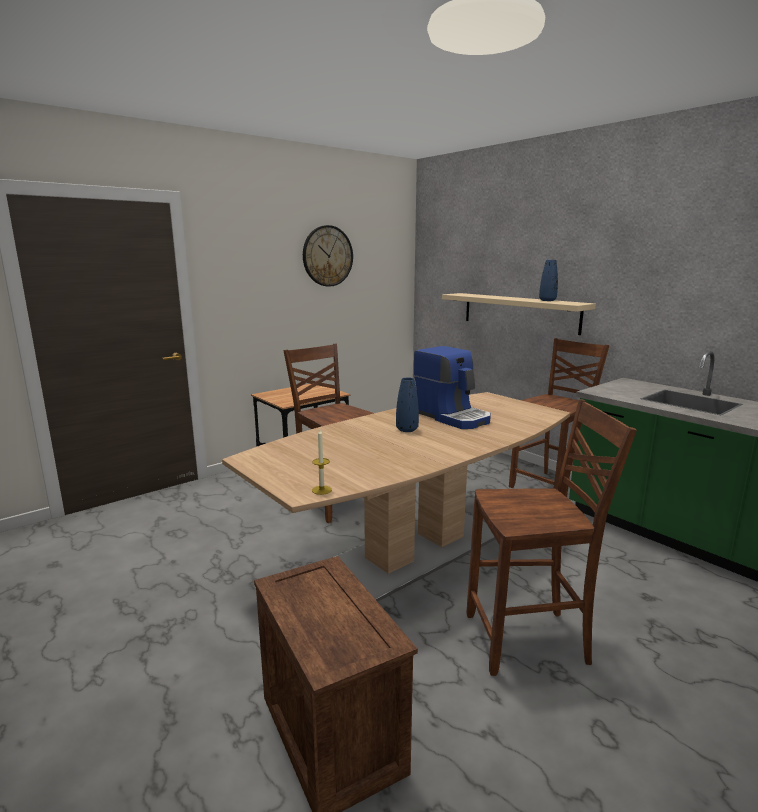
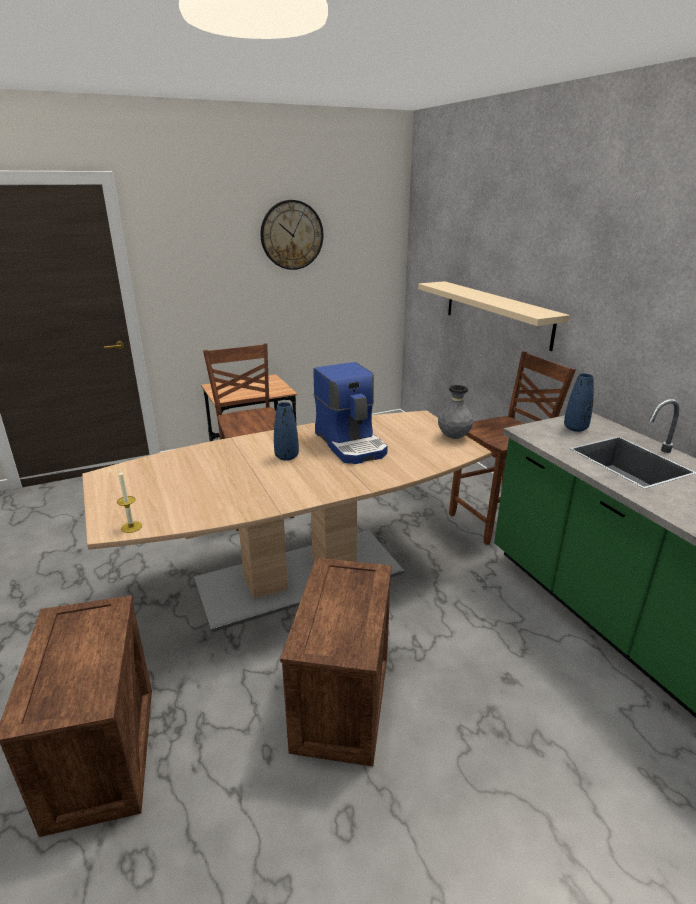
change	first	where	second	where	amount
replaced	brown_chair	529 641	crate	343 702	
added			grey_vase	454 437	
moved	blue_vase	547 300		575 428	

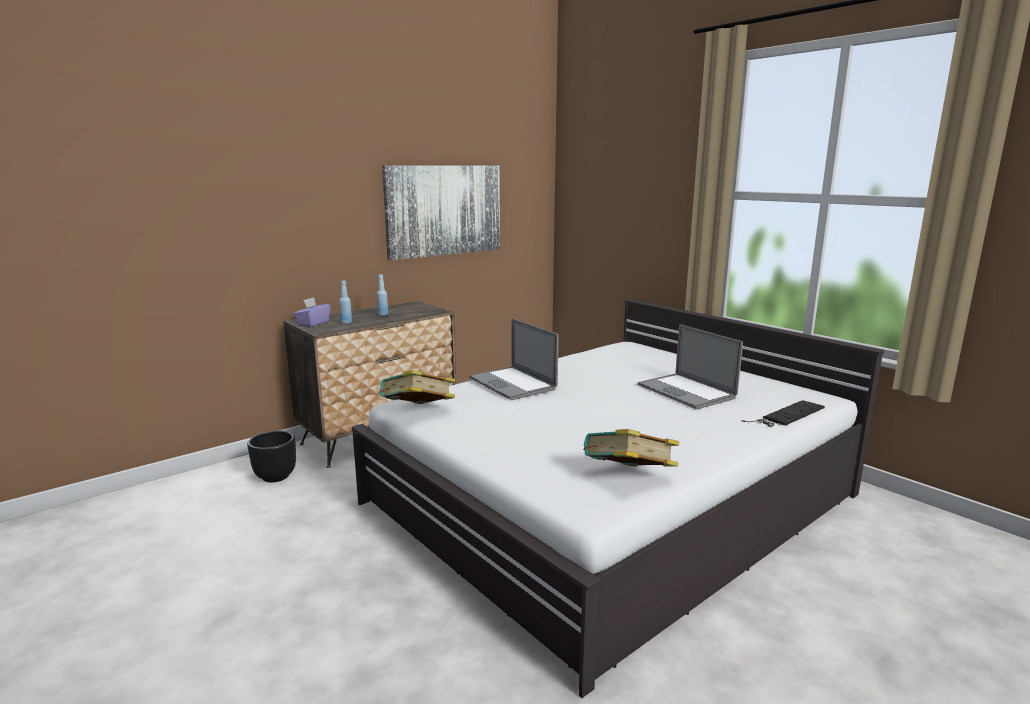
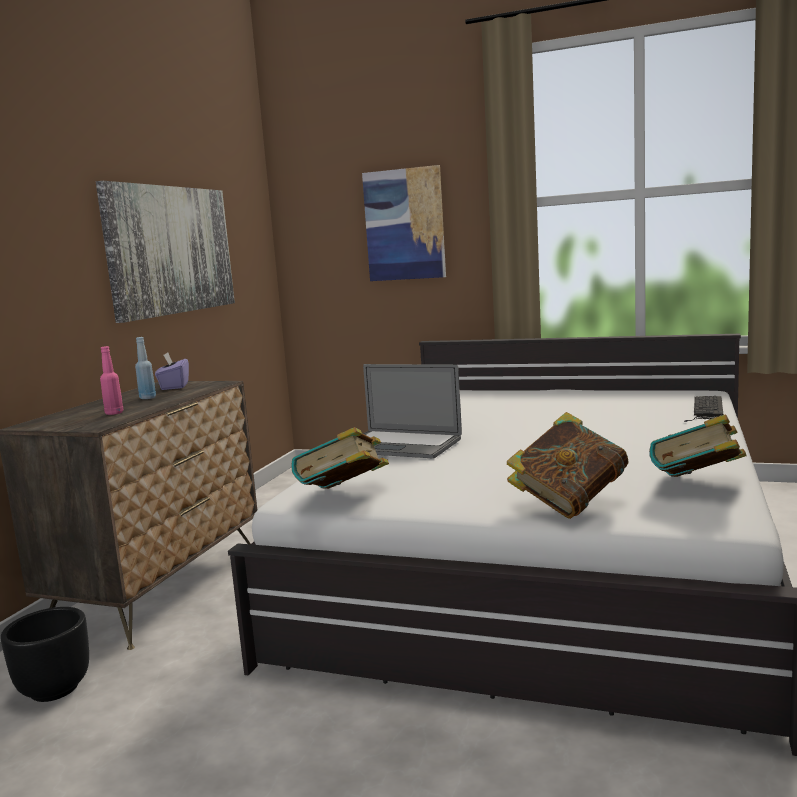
change	first	where	second	where	amount
recoloured	blue_bottle	346 323	pink_bottle	114 413	
moved	purple_tissue_box	313 323		174 386	
added			picture	404 224	
added			book	568 503	
removed	laptop	686 391			

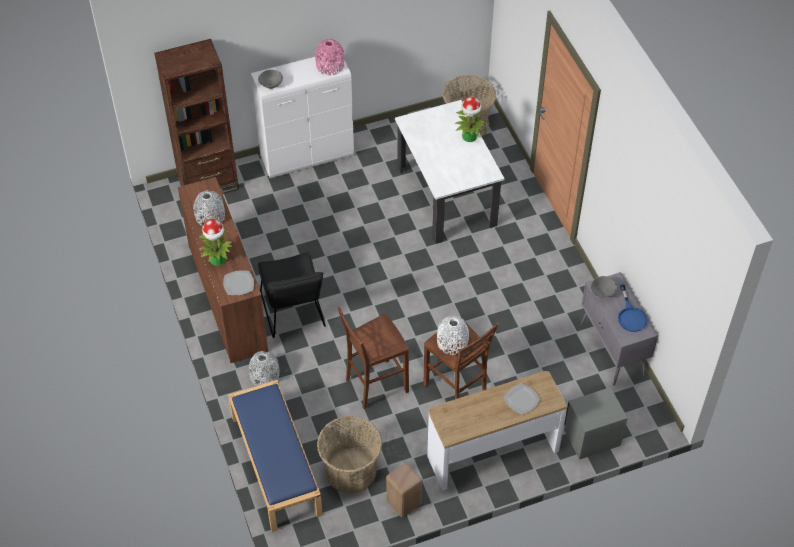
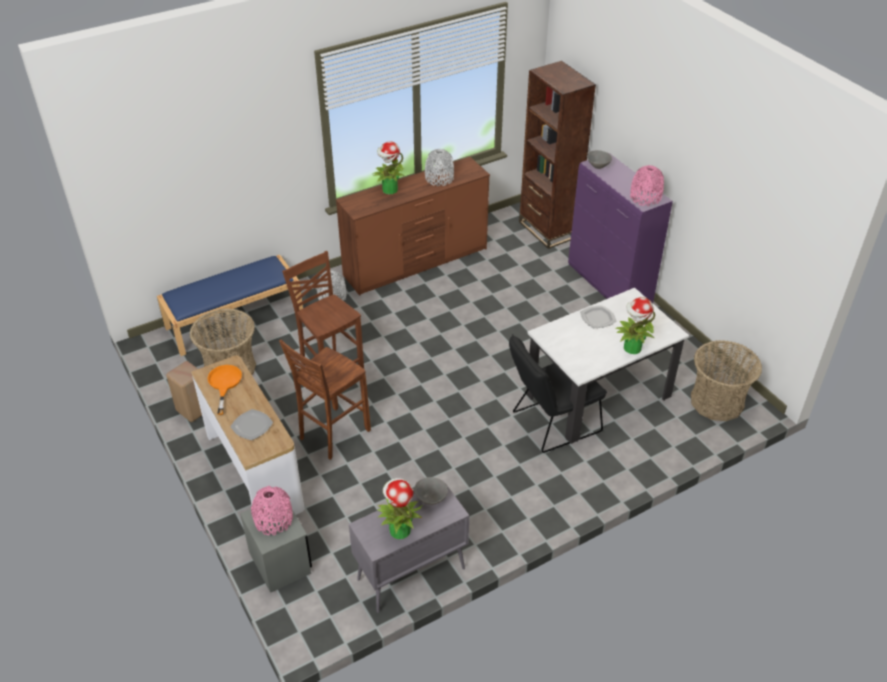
change	first	where	second	where	amount
added			orange_frying_pan	224 384	
added			pink_vase	273 520	
replaced	blue_frying_pan	630 315	potted_plant	399 530	
moved	black_chair	293 314		551 423	
recoloured	white_cabinet	308 157	purple_cabinet	609 286	
moved	plate	239 283		598 318	
removed	white_vase	452 342			

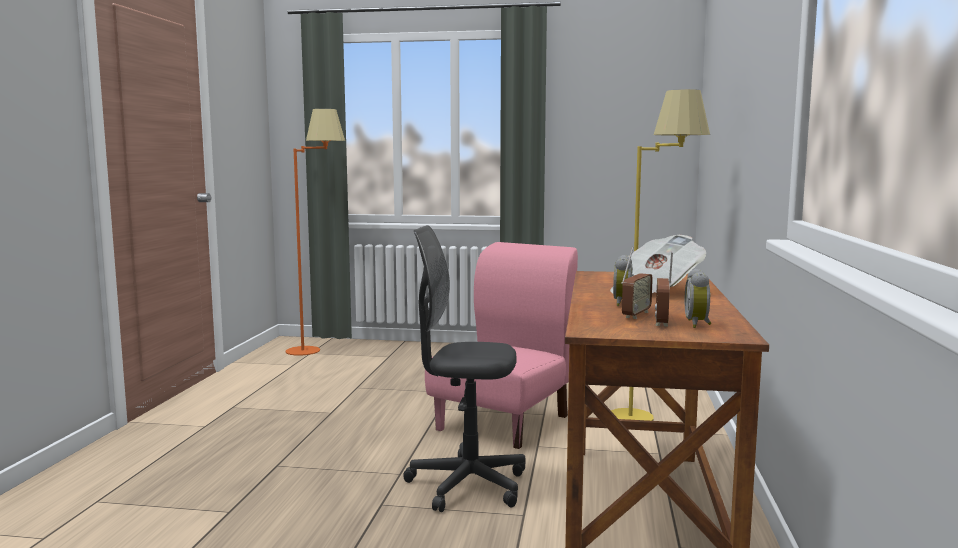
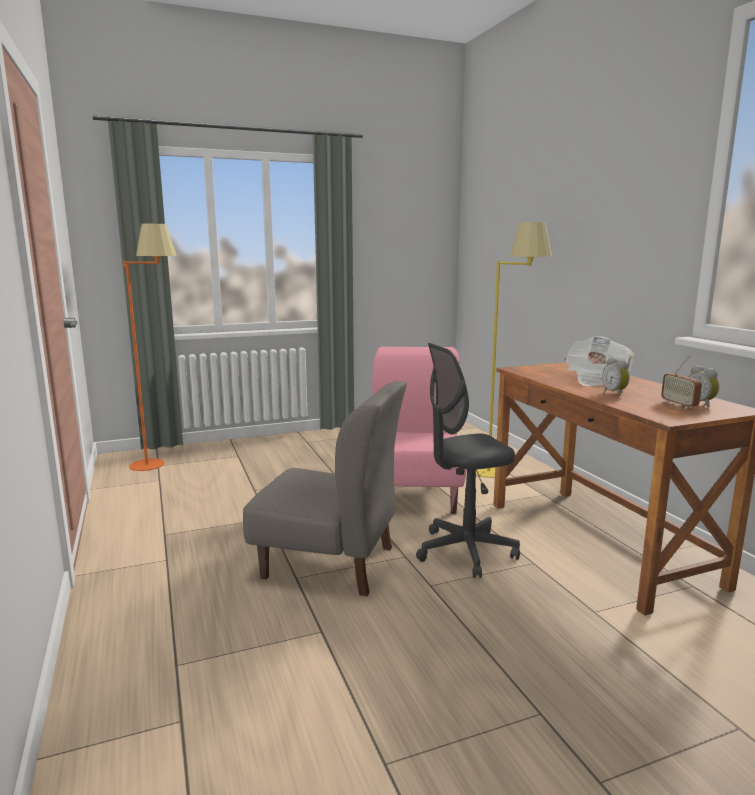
change	first	where	second	where	amount
added			grey_chair	330 562	
removed	radio	636 315			

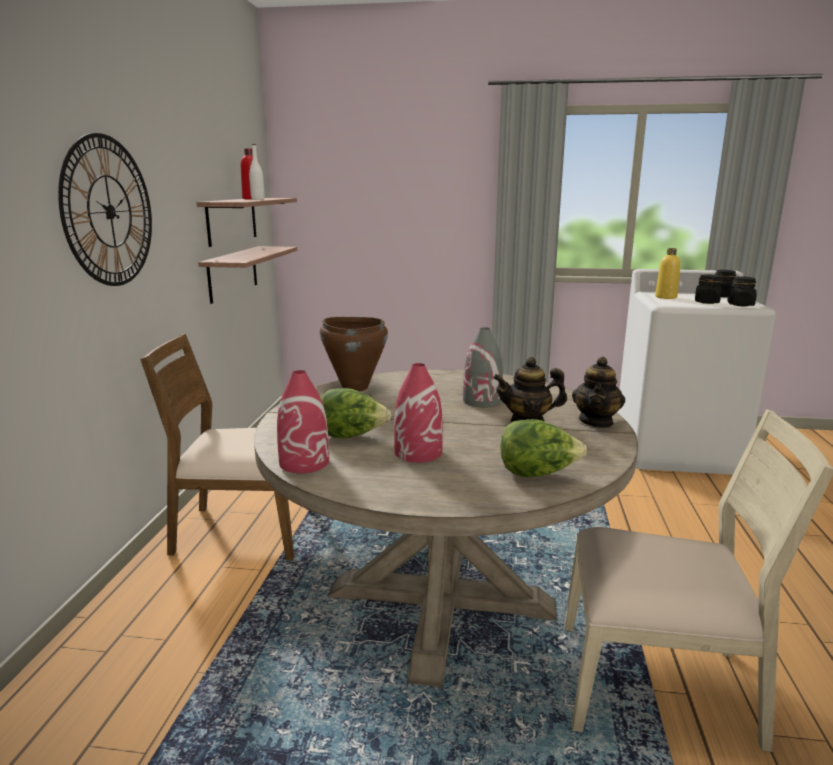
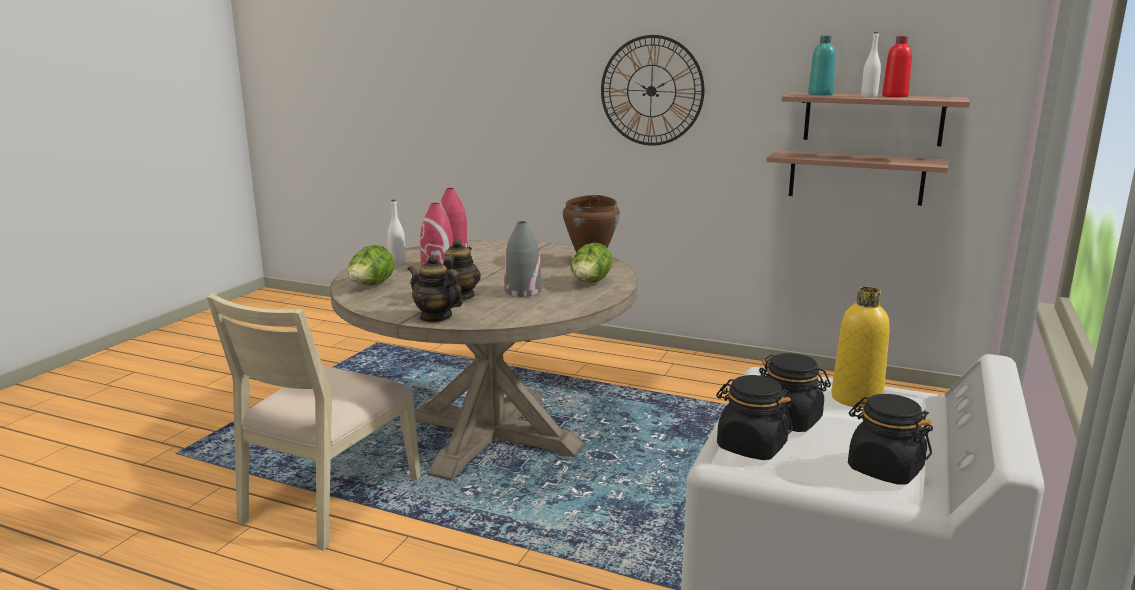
change	first	where	second	where	amount
added			white_bottle	397 262	
moved	lettuce	352 436		590 283	
added			turquoise_bottle	820 94	
removed	brown_chair	243 531			

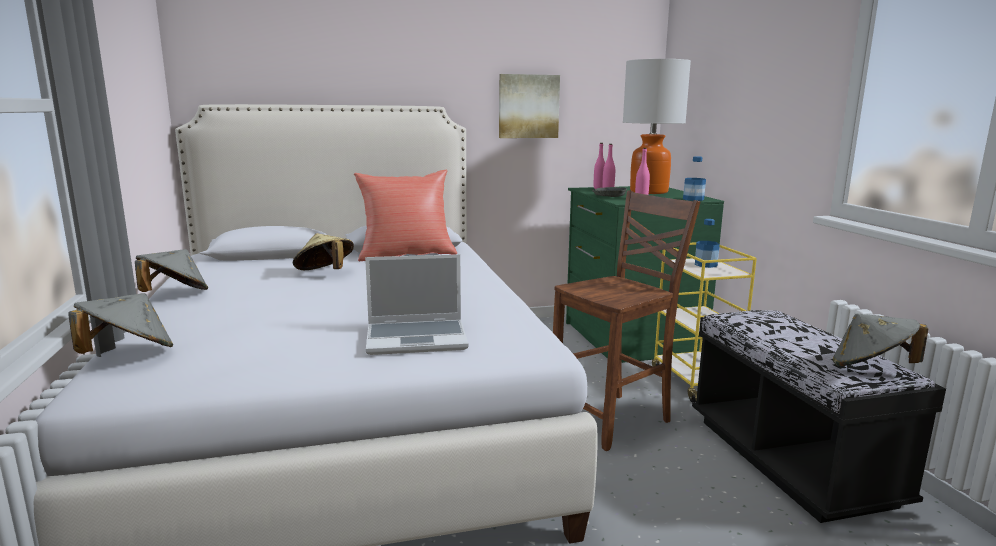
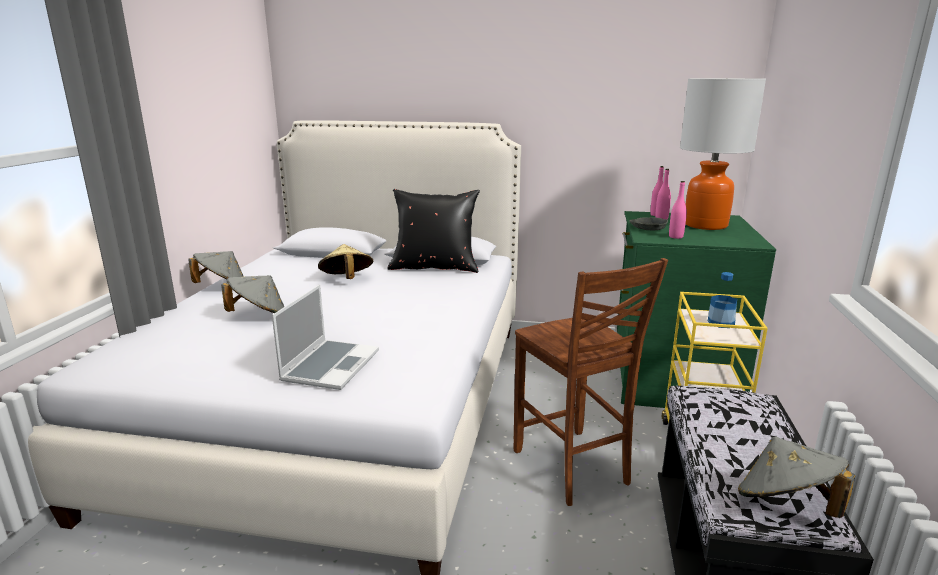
change	first	where	second	where	amount
moved	grey_hat	128 354		258 315	
turned	laptop	418 338		330 365	90 degrees counterclockwise
recoloured	red_pillow	406 255	black_pillow	434 267	
turned	brown_chair	614 420		572 468	75 degrees clockwise
removed	picture	528 106			
removed	bottle	693 199			

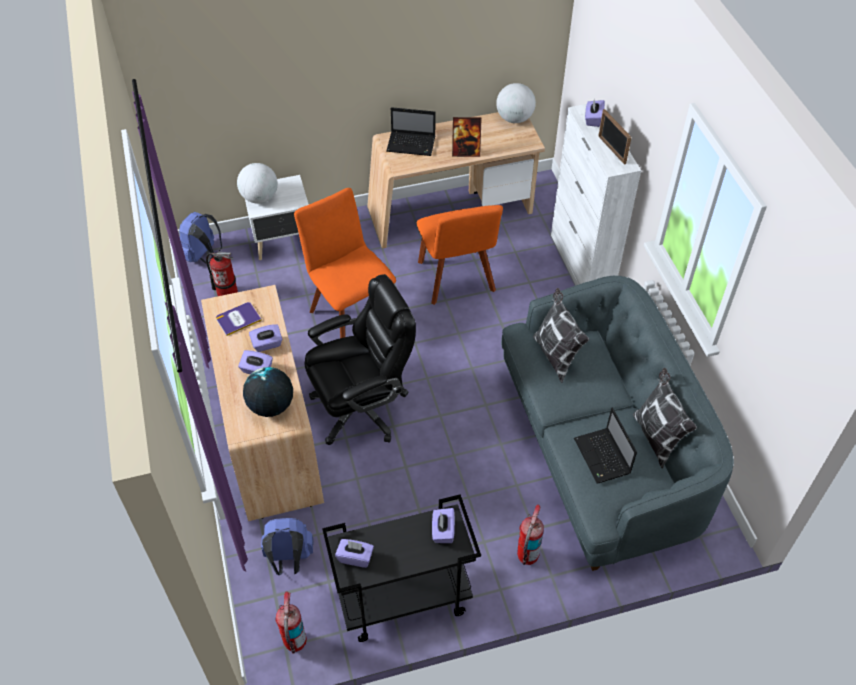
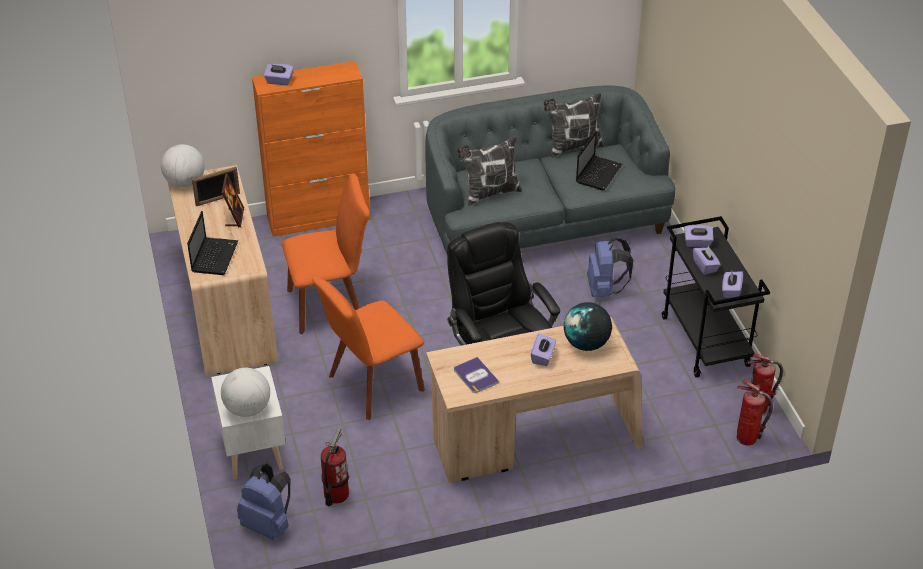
change	first	where	second	where	amount
moved	picture_frame	611 150		218 199	
recoloured	white_cabinet	581 265	orange_cabinet	319 218	
turned	laptop	603 457		598 173	45 degrees counterclockwise
moved	blue_backpack	289 559		605 289	
moved	purple_tissue_box	267 344		705 266	
moved	fire_extinguisher	527 555		747 438	

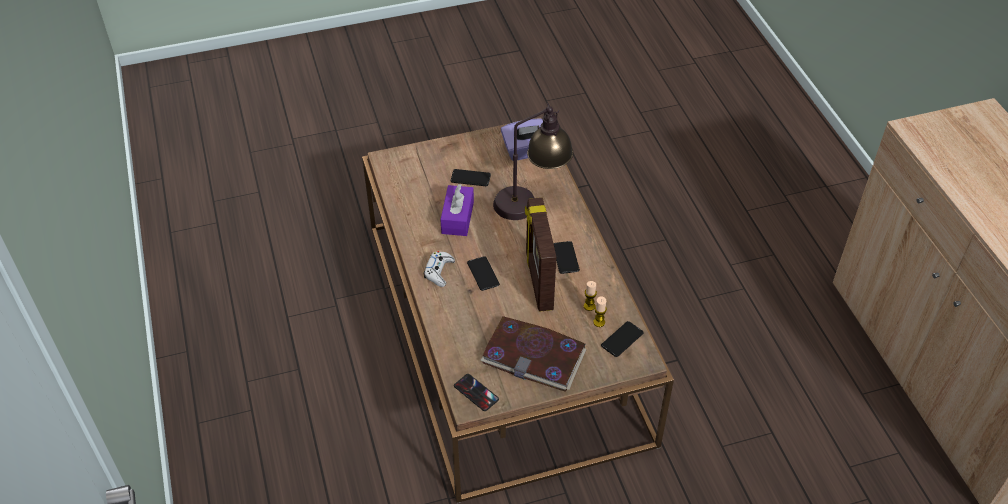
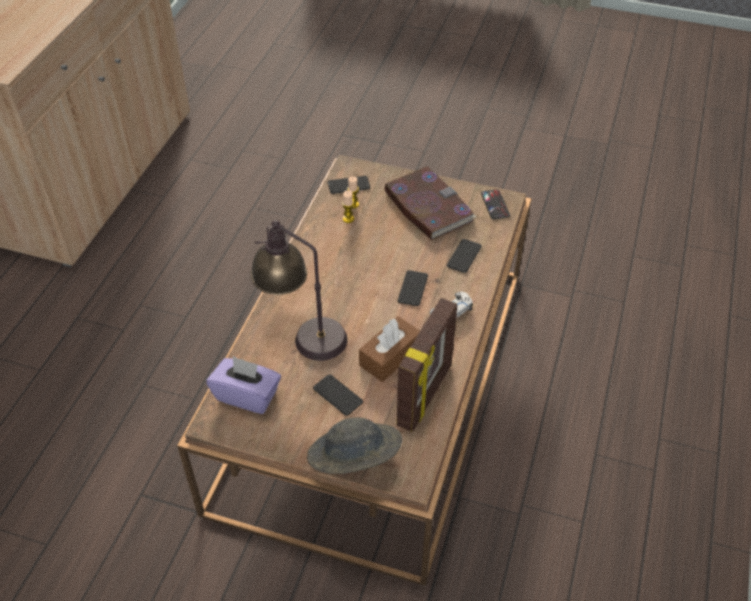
change	first	where	second	where	amount
added			grey_hat	354 460	
recoloured	purple_tissue_box	457 217	brown_tissue_box	390 356	
moved	picture_frame	538 281		426 395	
moved	phone	565 258		464 256	

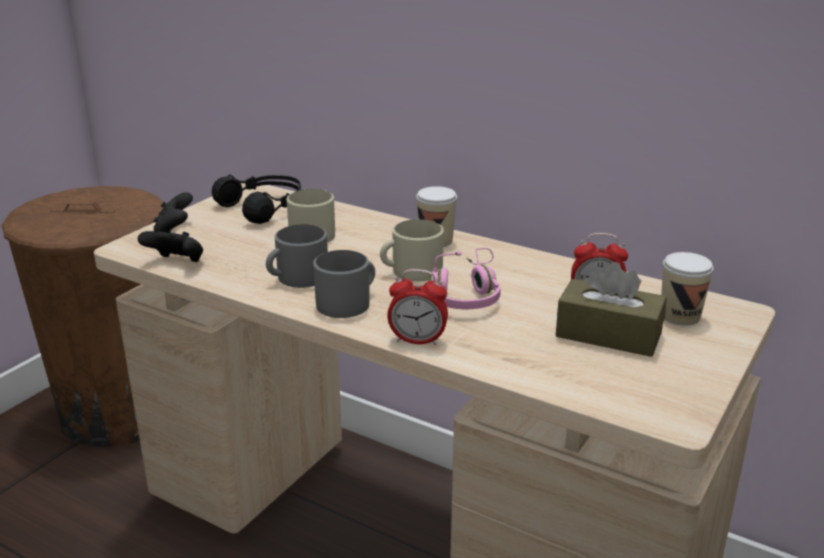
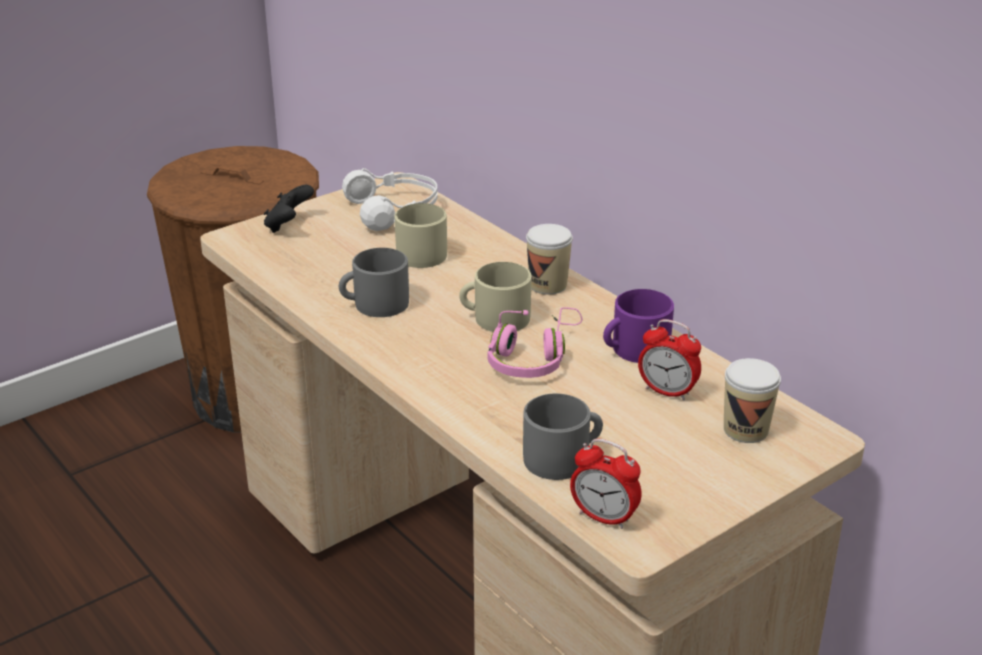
change	first	where	second	where	amount
recoloured	black_headphones	264 208	white_headphones	394 210	
moved	grey_mug	348 302		563 457	
moved	alarm_clock	417 340		604 517	
added			purple_mug	634 349	
removed	black_game_controller	176 263			
removed	brown_tissue_box	608 335			

